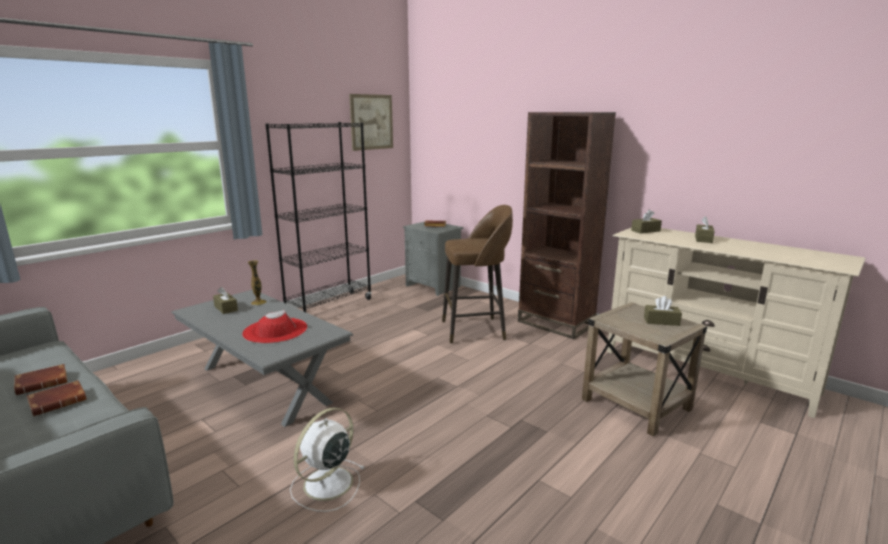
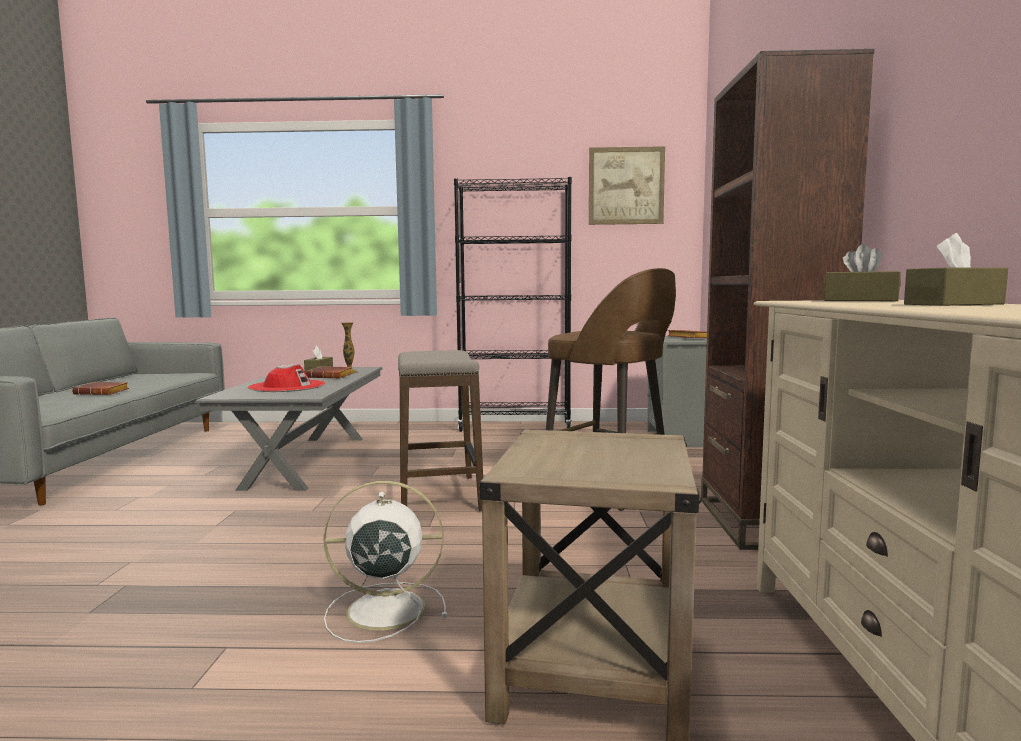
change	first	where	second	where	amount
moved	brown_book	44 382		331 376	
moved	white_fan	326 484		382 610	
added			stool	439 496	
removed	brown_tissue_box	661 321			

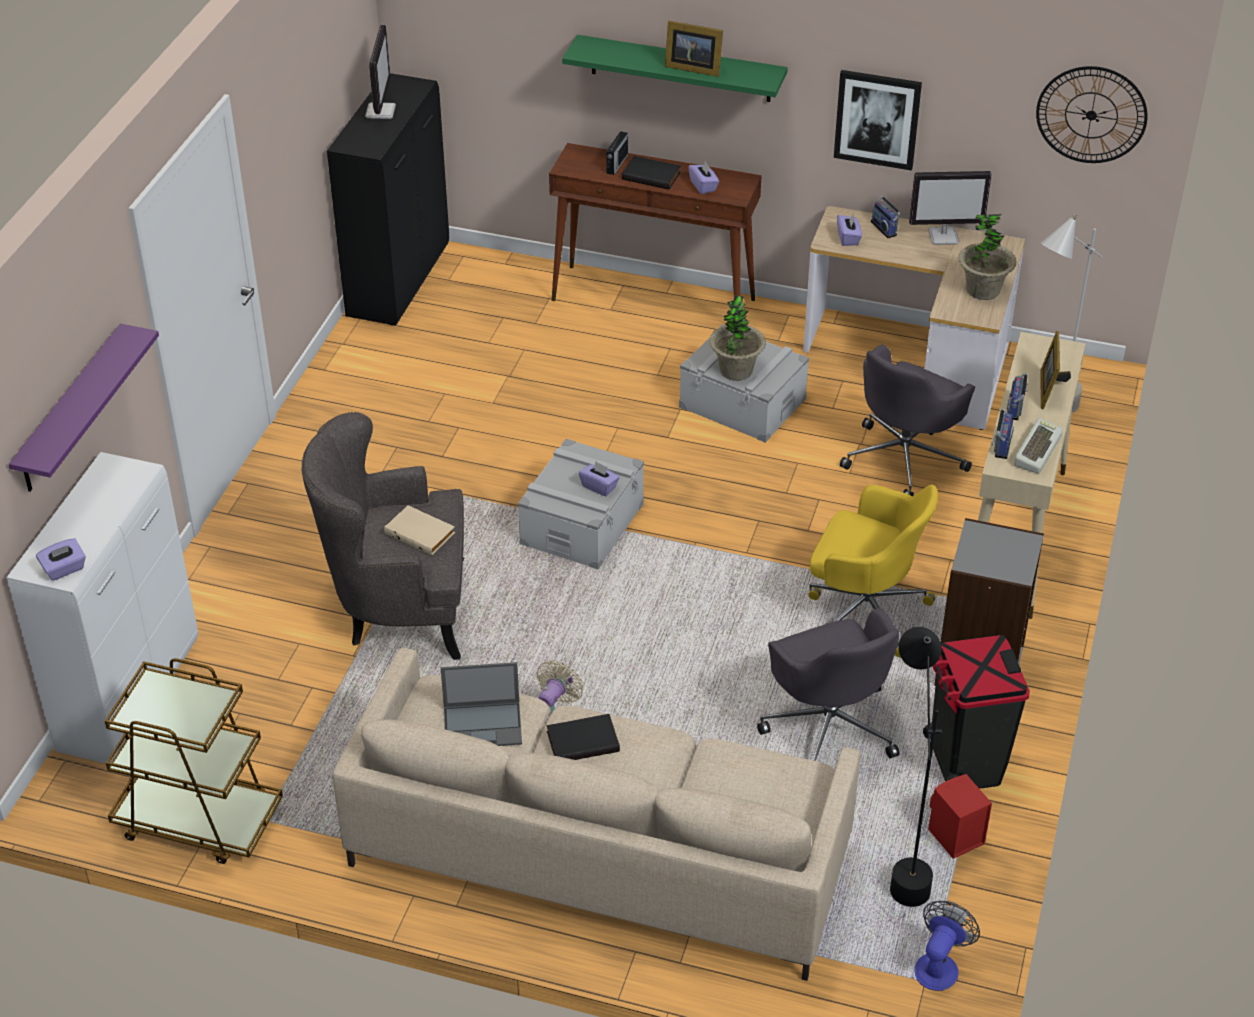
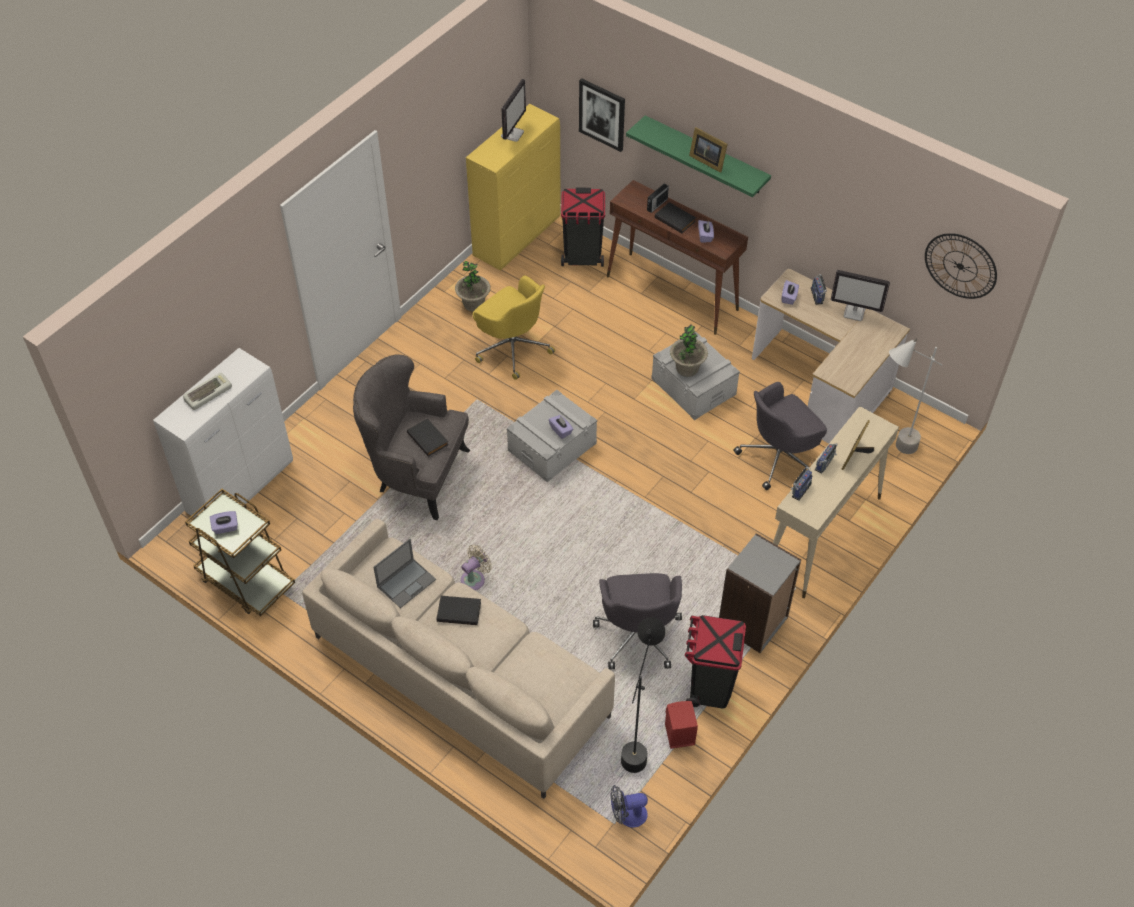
change	first	where	second	where	amount
moved	keyboard	1036 449		208 393	
moved	purple_tissue_box	64 569		225 527	
turned	laptop	483 725		407 582	60 degrees counterclockwise
recoloured	beige_book	421 533	black_book	429 439	
moved	potted_plant	983 290		473 304	
recoloured	black_cabinet	399 280	yellow_cabinet	517 237	
moved	yellow_office_chair	864 611		512 347	
added			black_trash_can	582 257	
moved	picture	877 119		602 114	
turned	fan	939 965		627 815	150 degrees counterclockwise
removed	purple_shelf	70 410			

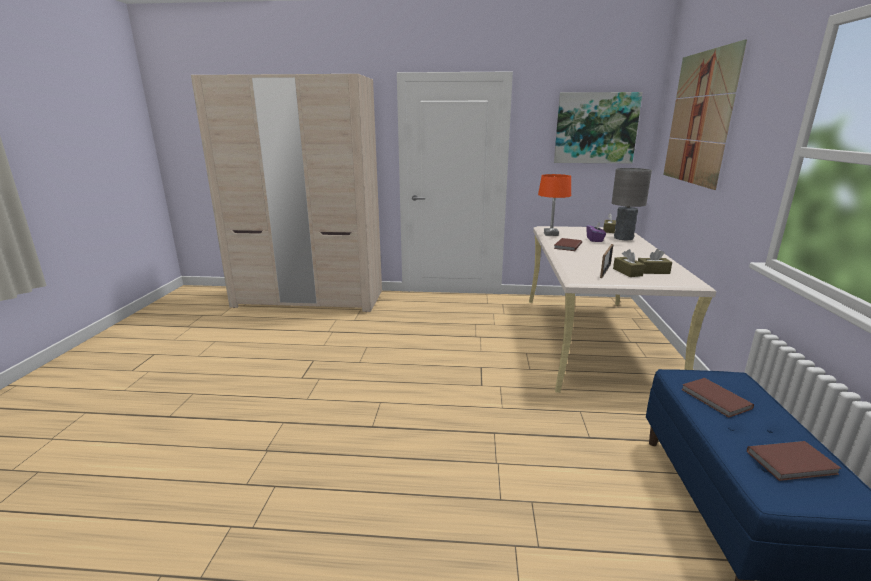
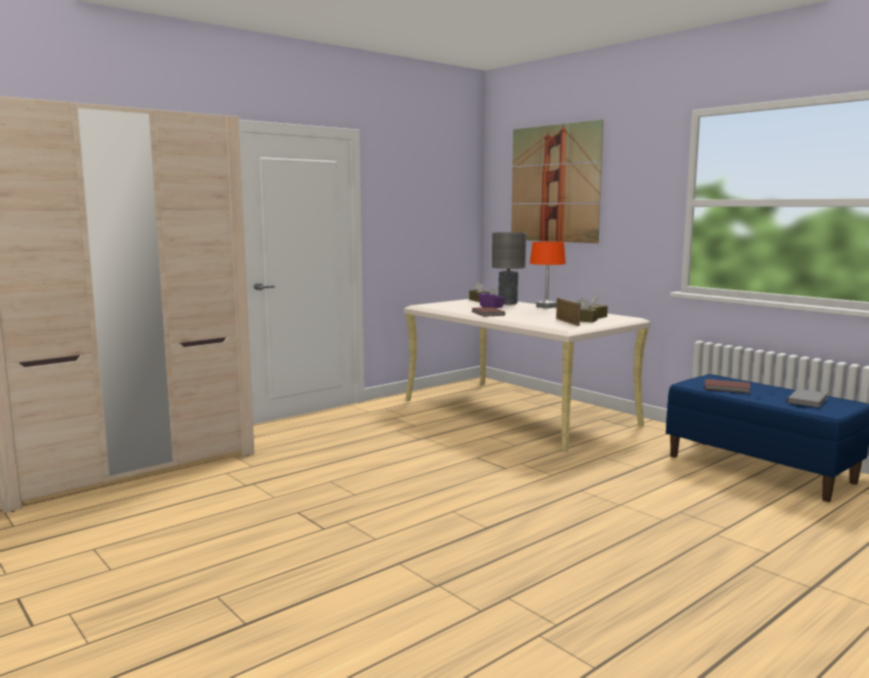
change	first	where	second	where	amount
moved	orange_table_lamp	551 234		546 307	
recoloured	brown_book	793 463	grey_book	808 400	
removed	picture	596 128			

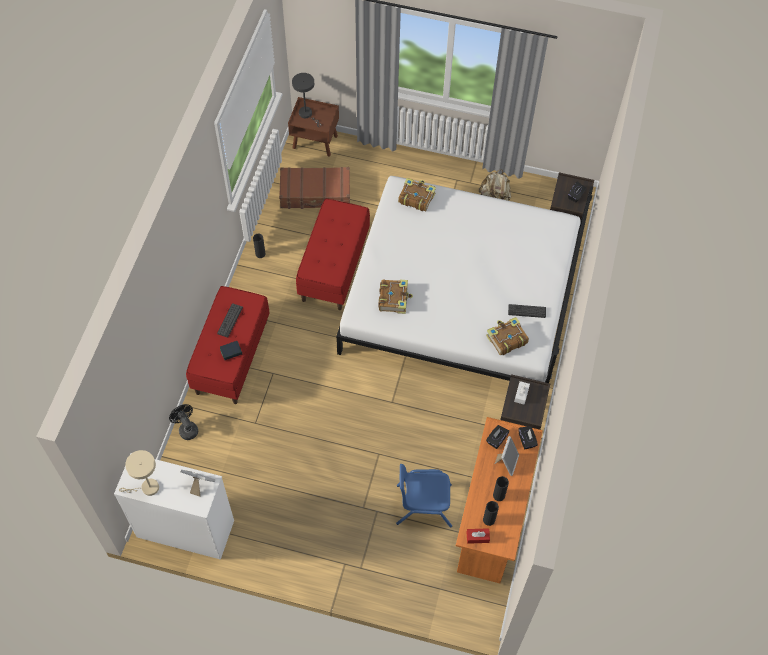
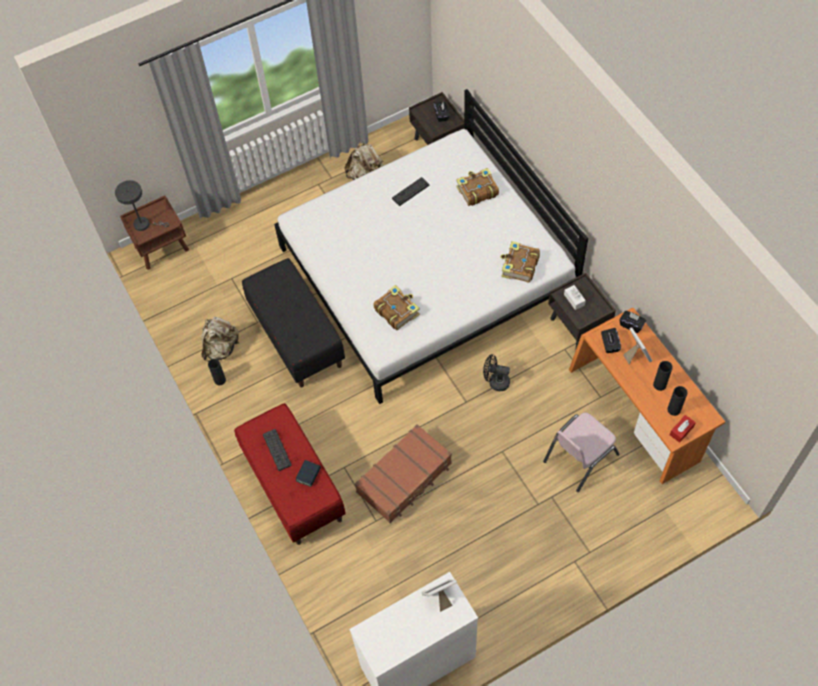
change	first	where	second	where	amount
added			beige_backpack	221 348	
recoloured	red_bench	334 267	black_bench	297 337	
moved	brown_suitcase	315 193		405 478	
moved	keyboard	527 311		410 192	
moved	book	416 198		477 191	
moved	black_fan	187 428		495 382	
recoloured	blue_chair	423 504	pink_chair	580 457	
removed	beige_table_lamp	147 488			

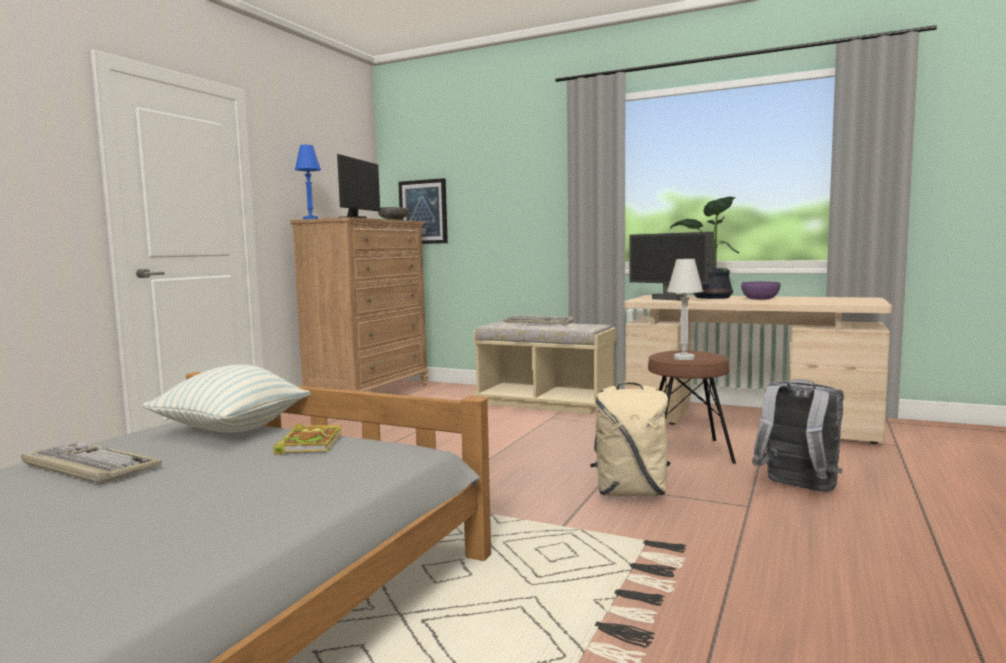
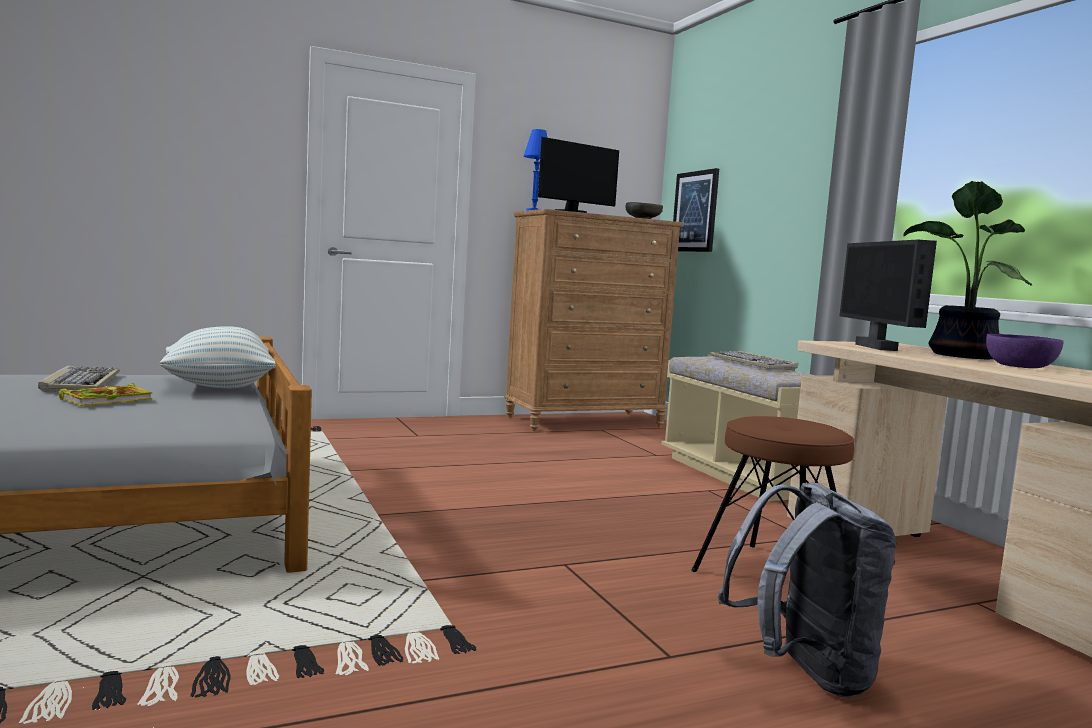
change	first	where	second	where	amount
moved	book	310 442		108 400	
removed	beige_backpack	630 492			
removed	white_table_lamp	684 358			

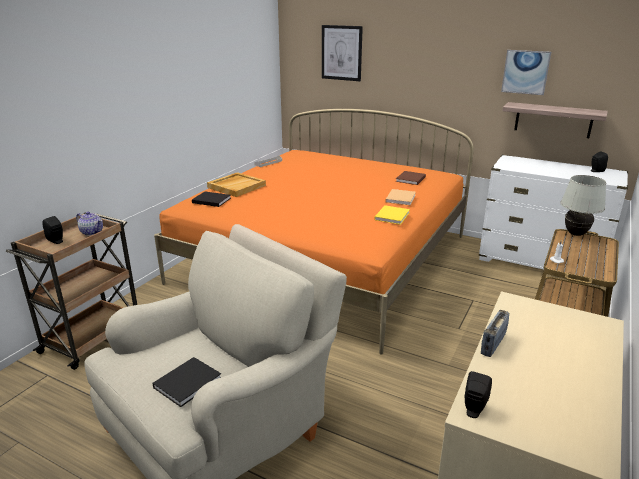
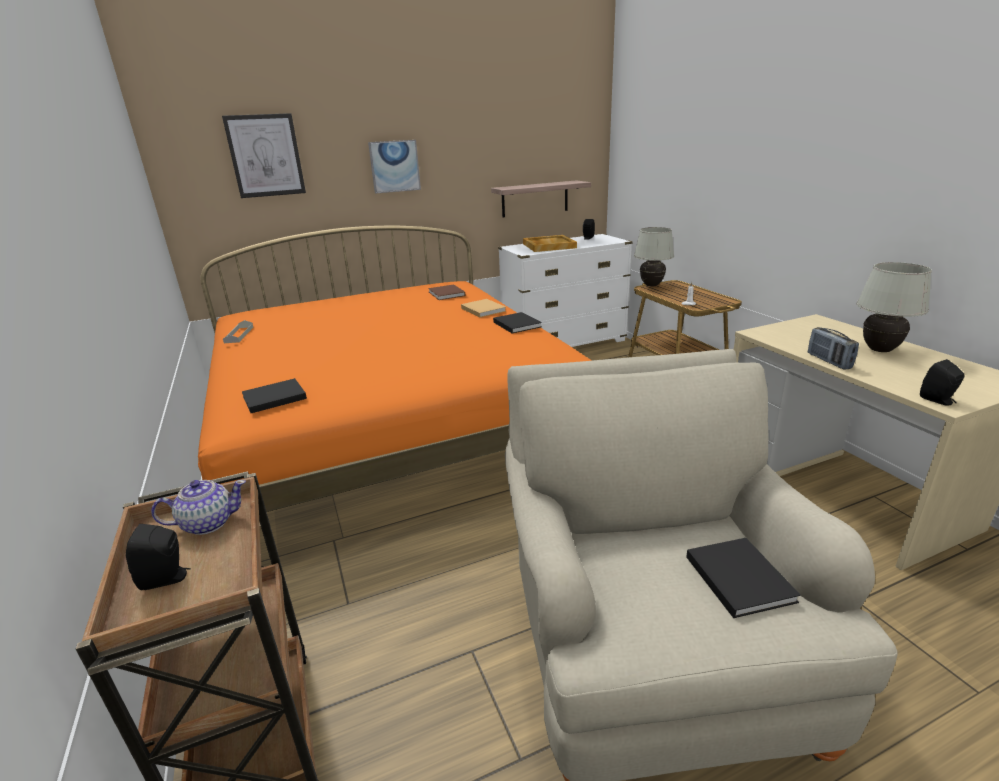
change	first	where	second	where	amount
moved	picture	525 72		394 166	
recoloured	yellow_book	392 216	black_book	516 324	
moved	beige_tray	236 186		548 246	
added			white_table_lamp	879 350	

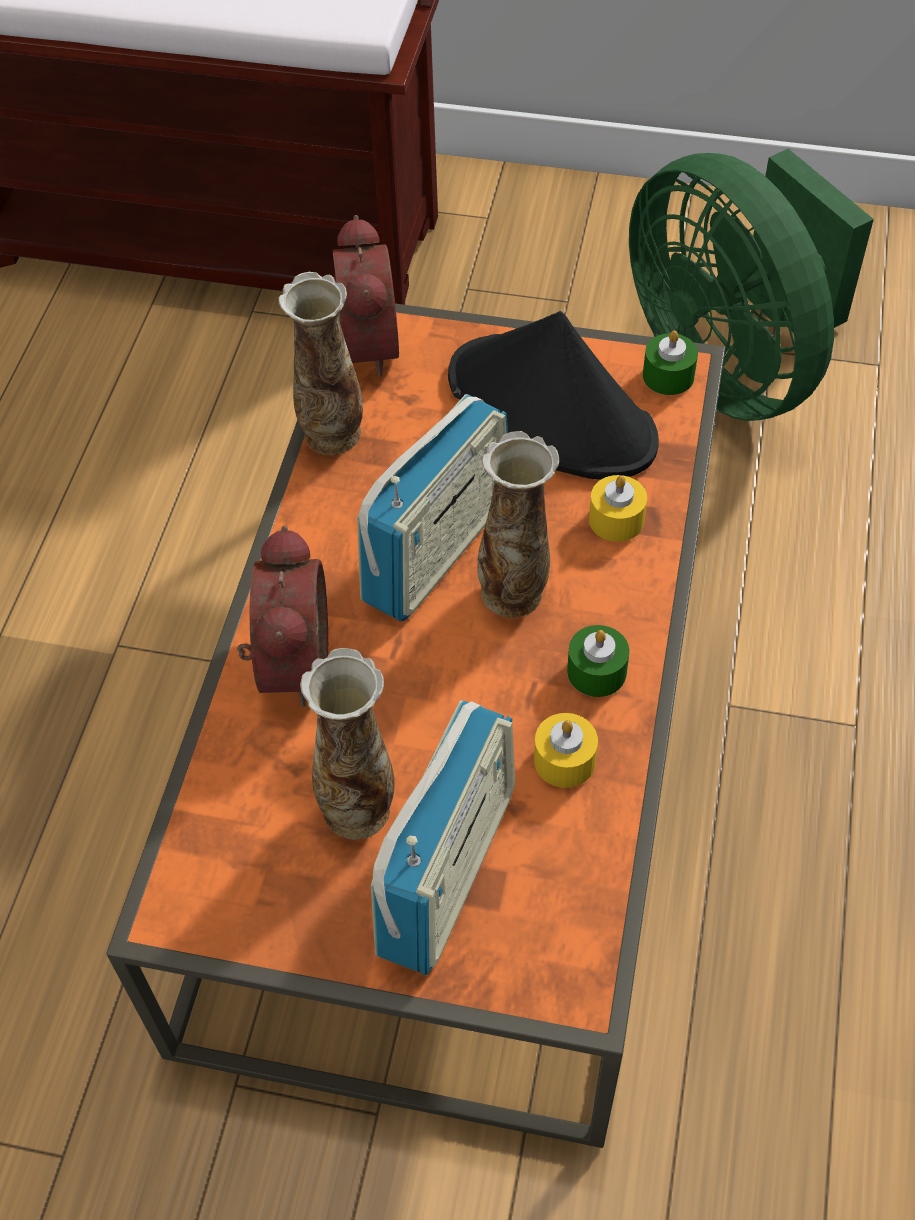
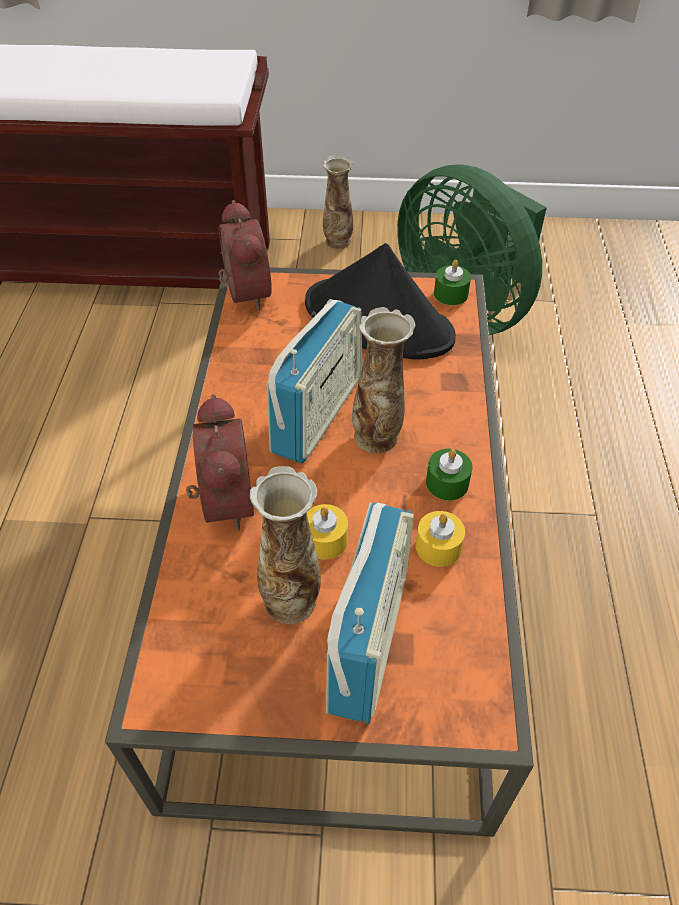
change	first	where	second	where	amount
moved	yellow_candle	616 520		325 540	
moved	vase	332 435		338 242	

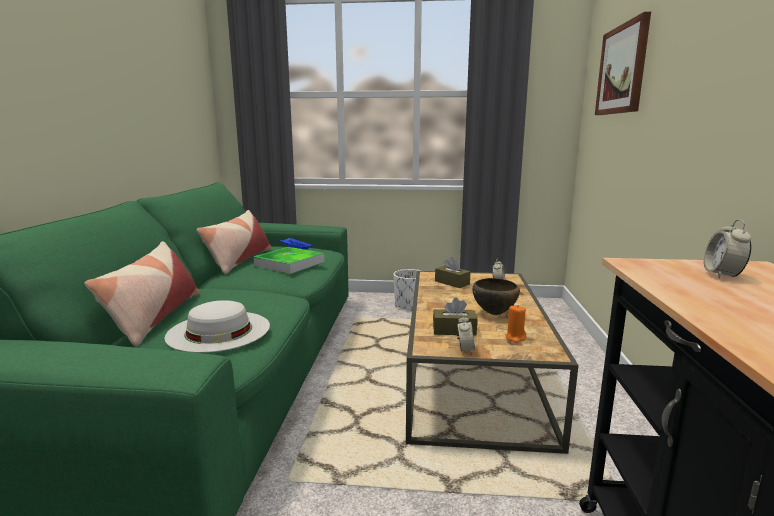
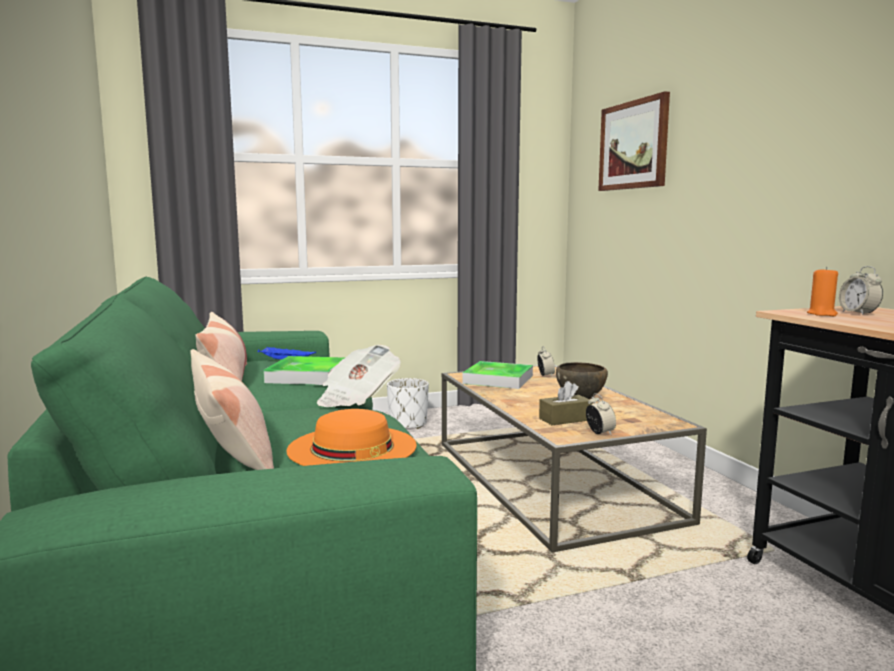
change	first	where	second	where	amount
recoloured	white_hat	219 331	orange_hat	352 447	
added			newspaper	357 398	
replaced	brown_tissue_box	452 283	tray	498 379	
moved	orange_candle	515 338		822 314	

